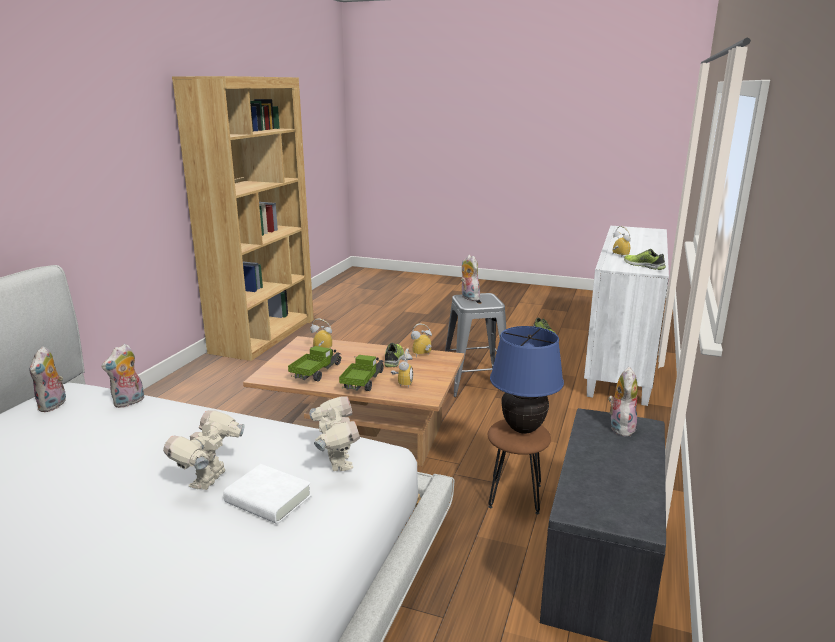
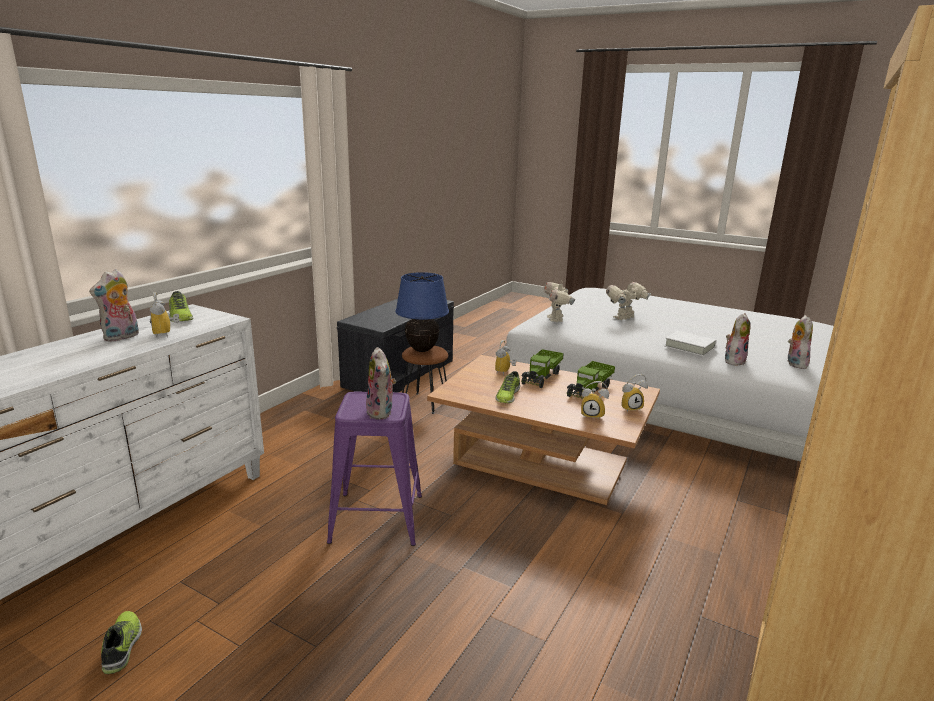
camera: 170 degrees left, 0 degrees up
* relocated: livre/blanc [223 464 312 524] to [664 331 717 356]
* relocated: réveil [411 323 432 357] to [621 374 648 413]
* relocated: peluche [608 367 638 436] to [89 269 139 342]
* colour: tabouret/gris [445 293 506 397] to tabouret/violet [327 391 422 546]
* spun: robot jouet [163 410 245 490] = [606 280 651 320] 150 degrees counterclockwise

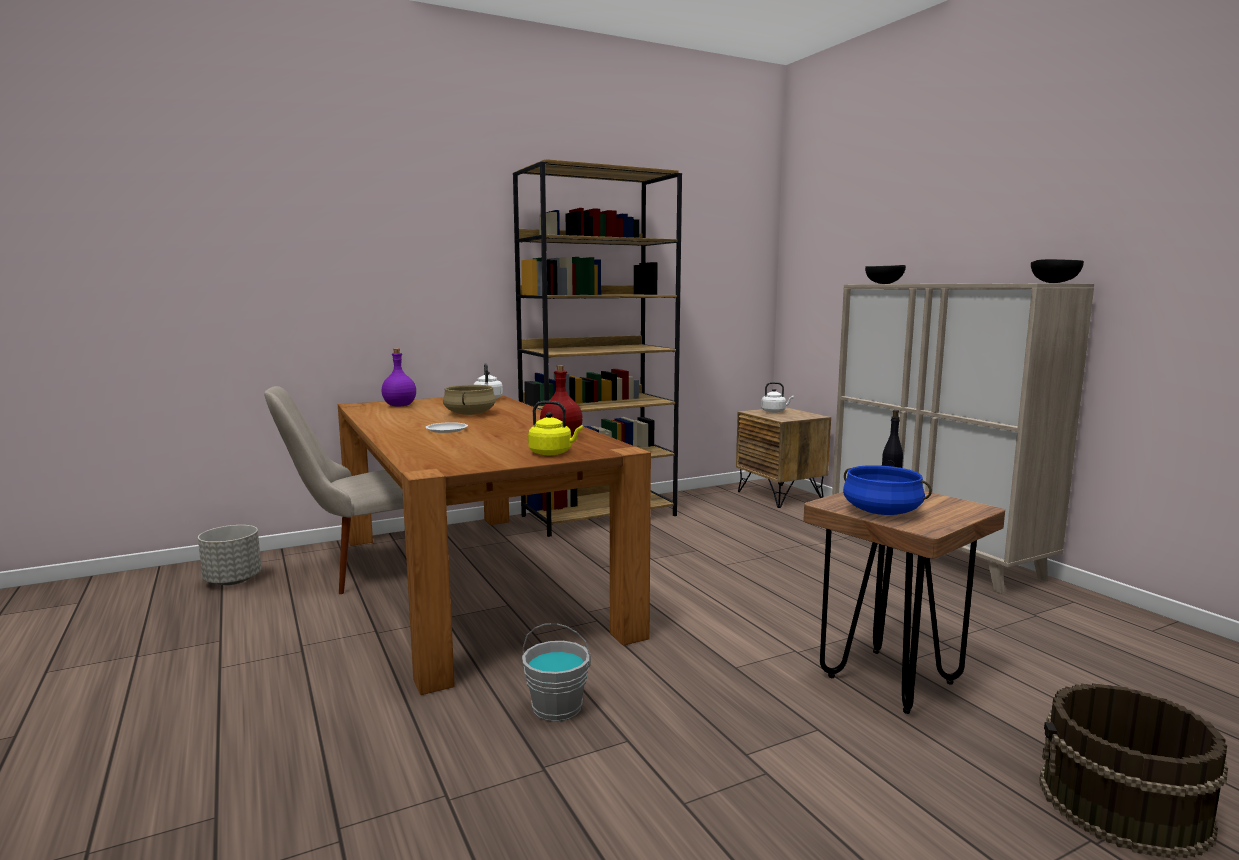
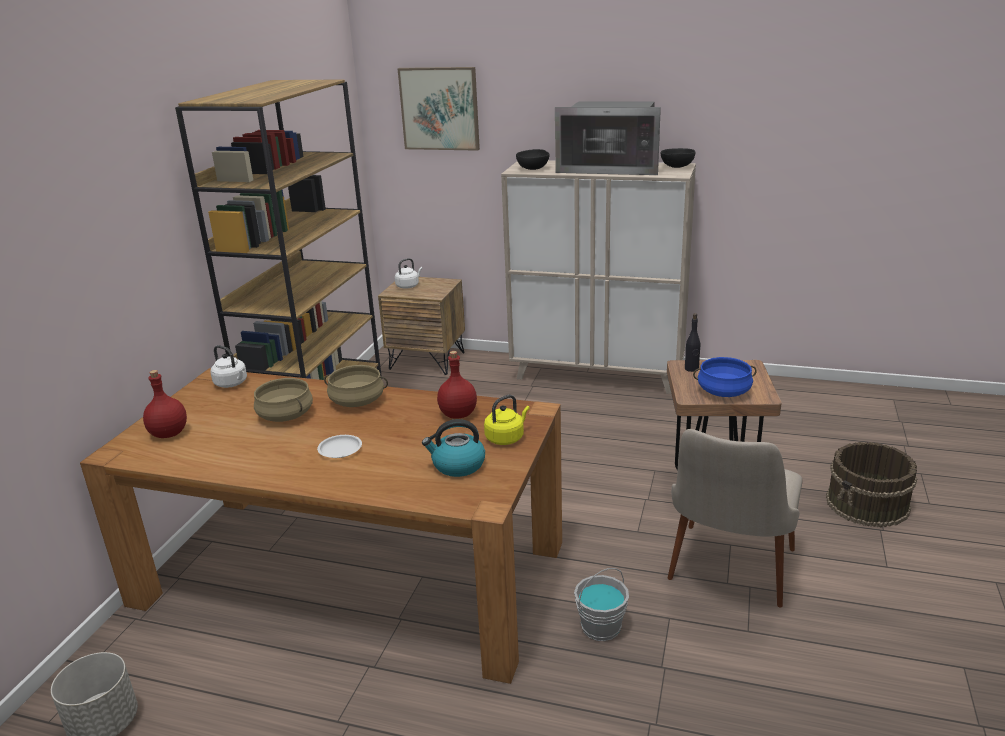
camera: 45 degrees left, 15 degrees up
* appeared: marmite/beige [324 365 388 407]
* appeared: tableau [398 67 480 151]
* appeared: bouilloire [422 419 485 477]
* appeared: micro-ondes [555 102 661 175]
* relocated: chaise/beige [264 386 404 594] to [668 429 802 607]
* colour: bouteille/violet [382 349 416 407] to bouteille/rouge [143 370 187 438]

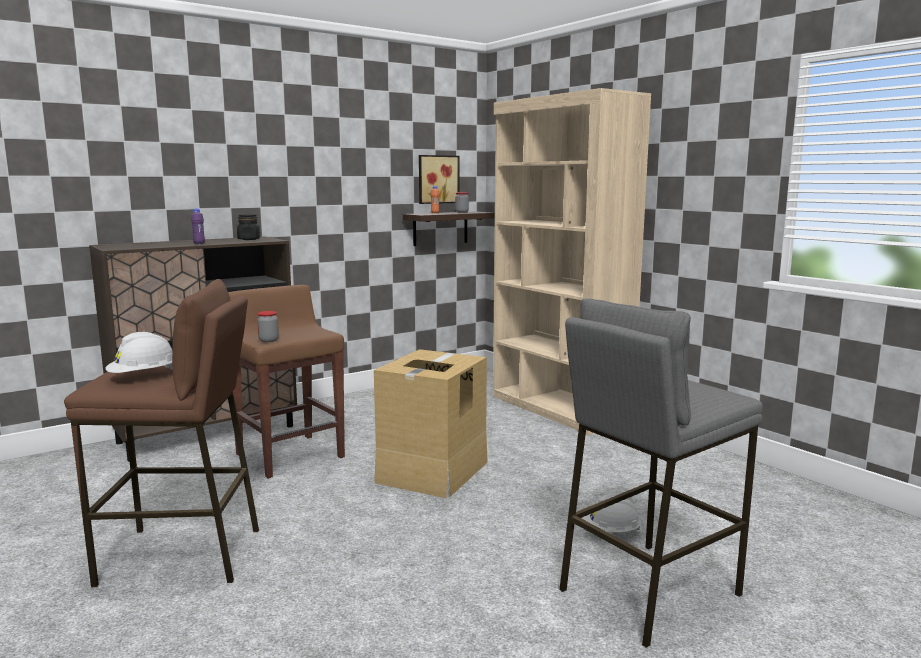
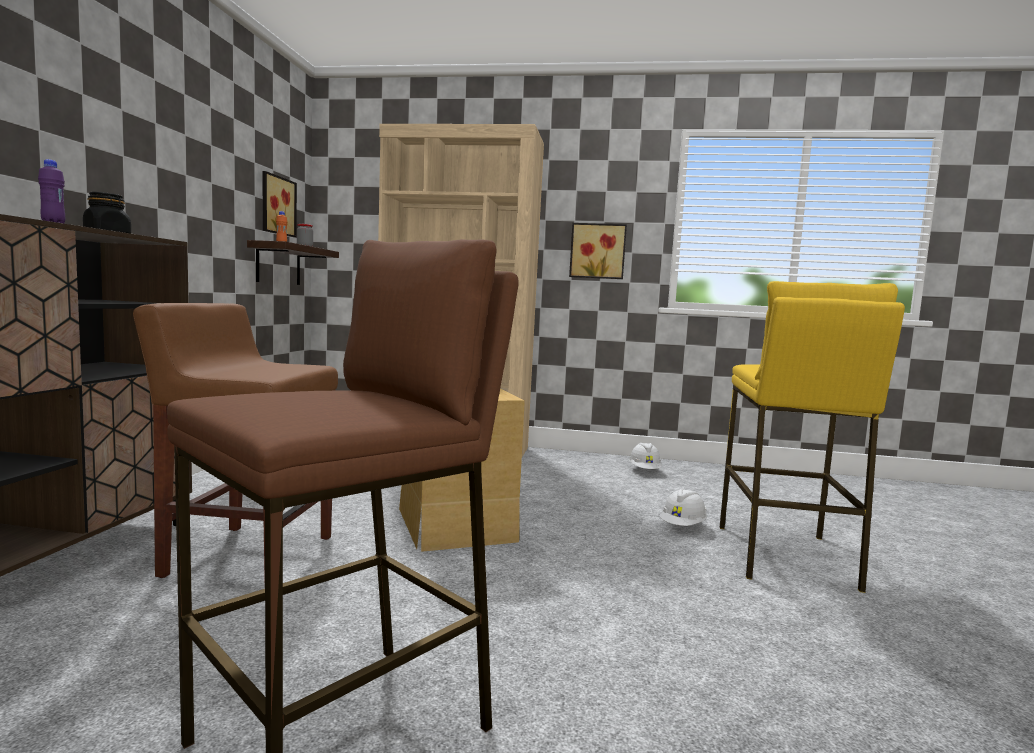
camera: 45 degrees left, 5 degrees down
* missing: bocal [257 311 279 342]
* appeared: tableau [569 223 627 279]
* relocated: casque de chantier/blanc [105 332 173 373] to [629 443 662 469]
* colour: tabouret/gris [559 299 763 648] to tabouret/jaune [720 281 905 593]

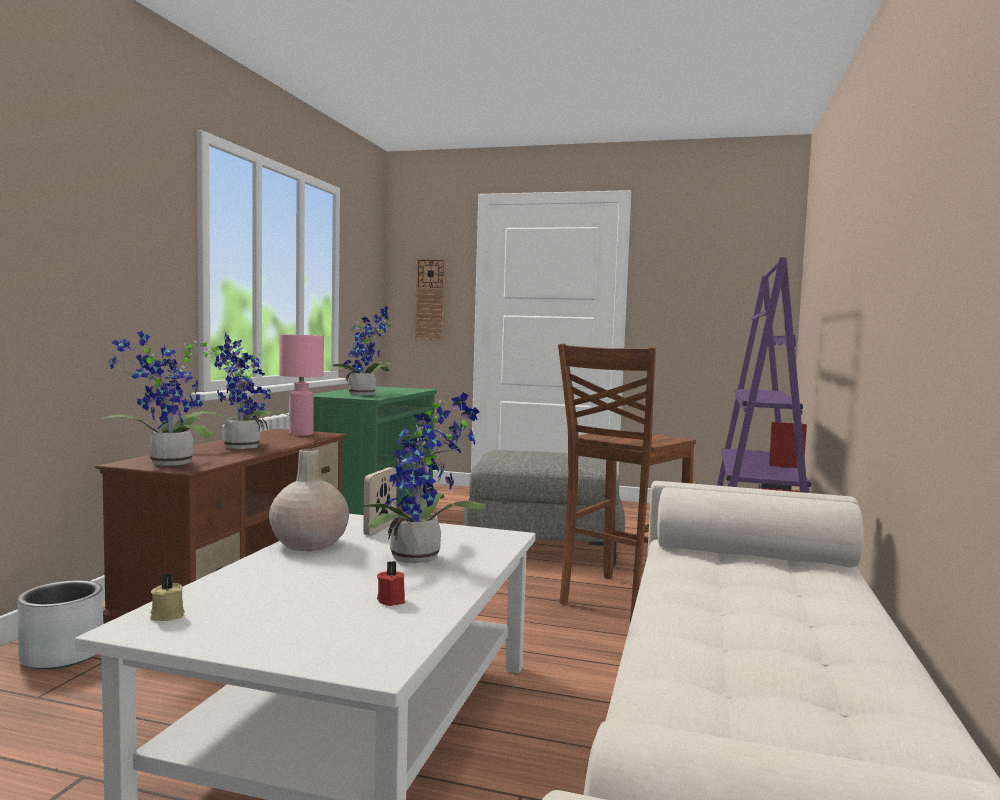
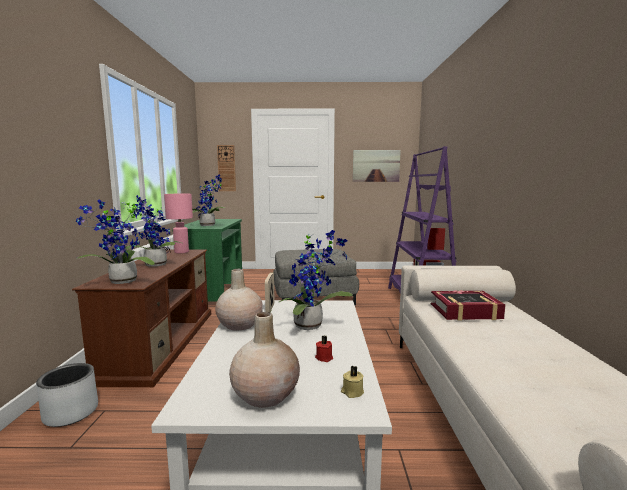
camera: 15 degrees left, 5 degrees up
* missing: tabouret/marron [558 344 696 623]
* appeared: vase/beige [229 312 300 408]
* appeared: tableau [353 150 401 182]
* appeared: livre [431 290 505 321]
* relocated: bougie/beige [150 573 185 621] to [341 366 364 398]

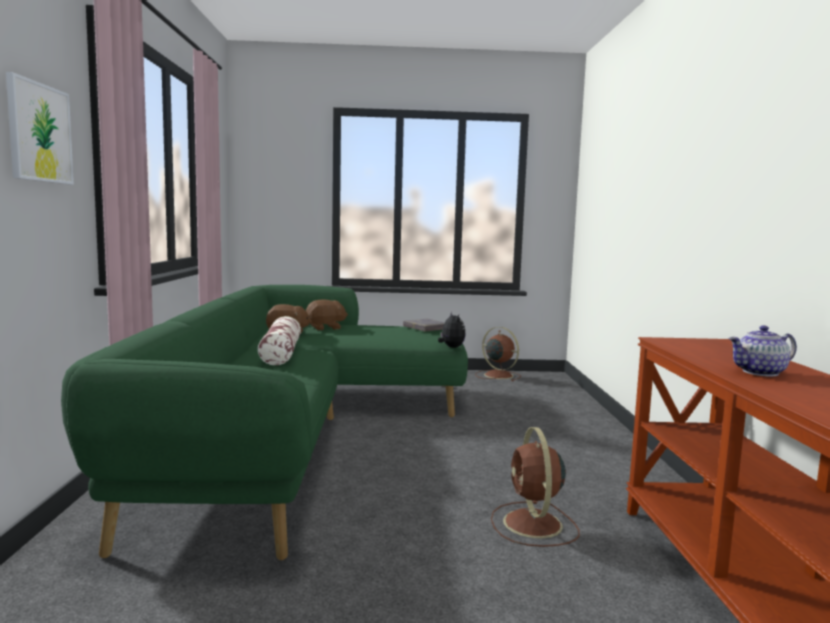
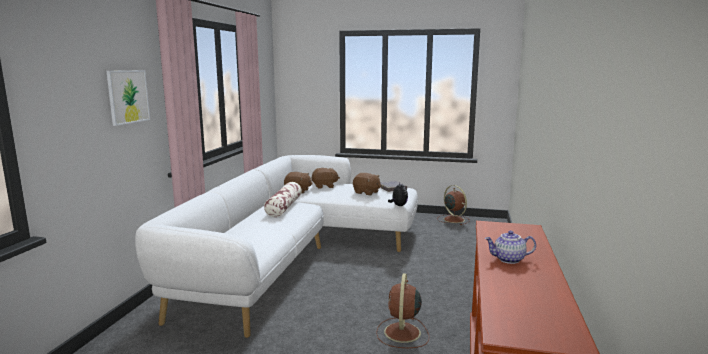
camera: 15 degrees right, 5 degrees up
* appeared: peluche/marron [353 173 381 196]
* colour: canapé/vert [61 285 468 560] to canapé/blanc [135 155 418 338]

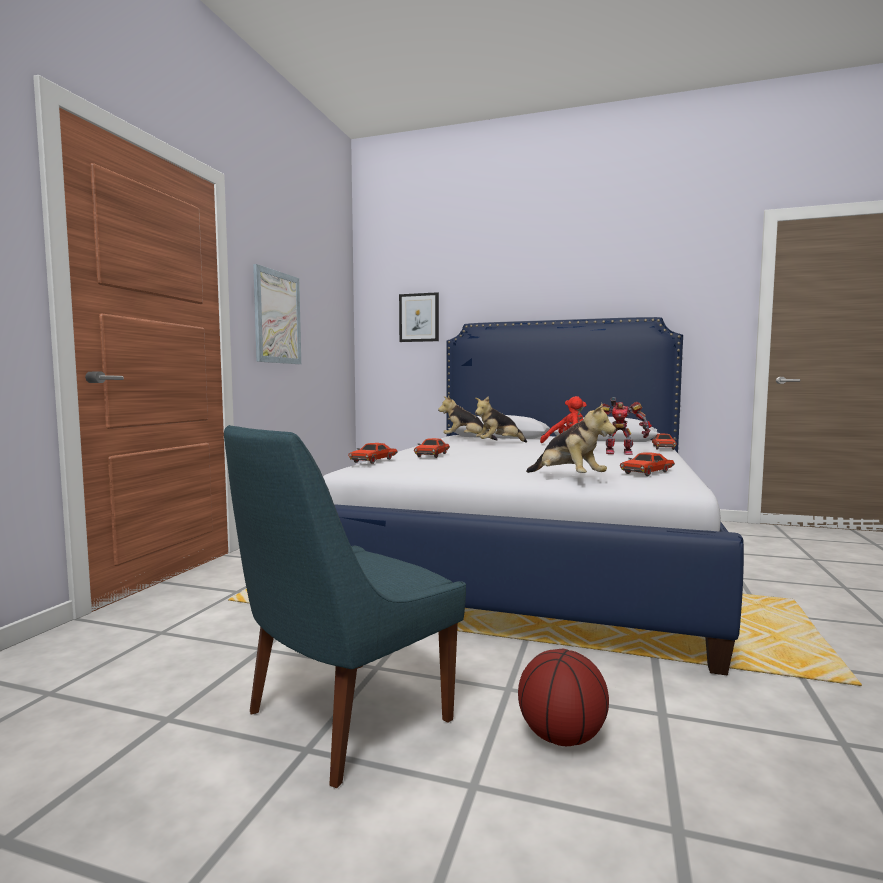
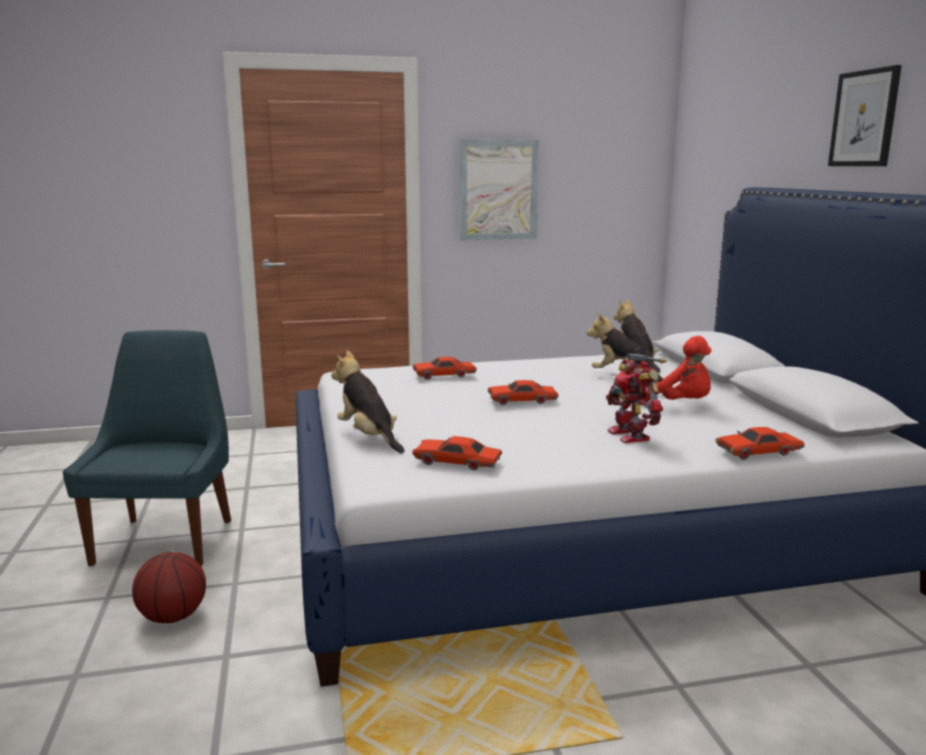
camera: 60 degrees right, 10 degrees up
* relocated: petite voiture/rouge [348 443 397 464] to [488 380 559 405]
* relocated: tableau [399 292 439 342] to [828 65 902 166]
* spun: chaise/bleu [224 425 466 788] = [63 330 231 566] 75 degrees clockwise
* spun: peluche [526 403 616 473] = [331 350 405 453] 120 degrees clockwise

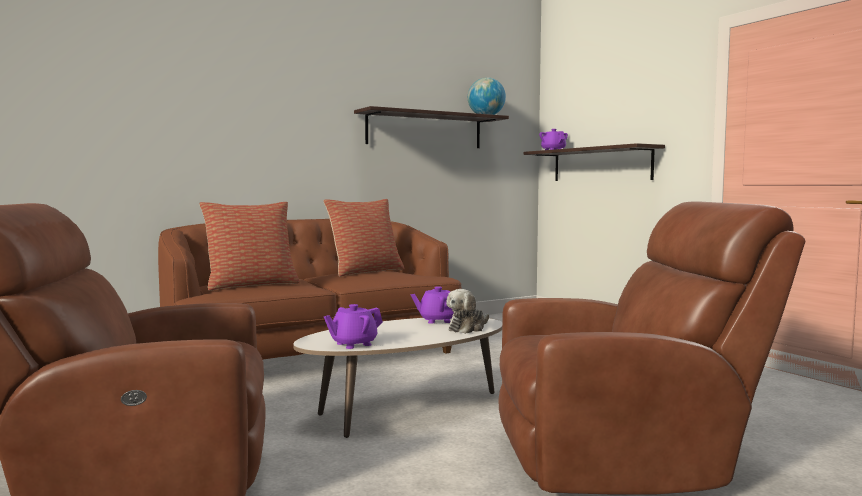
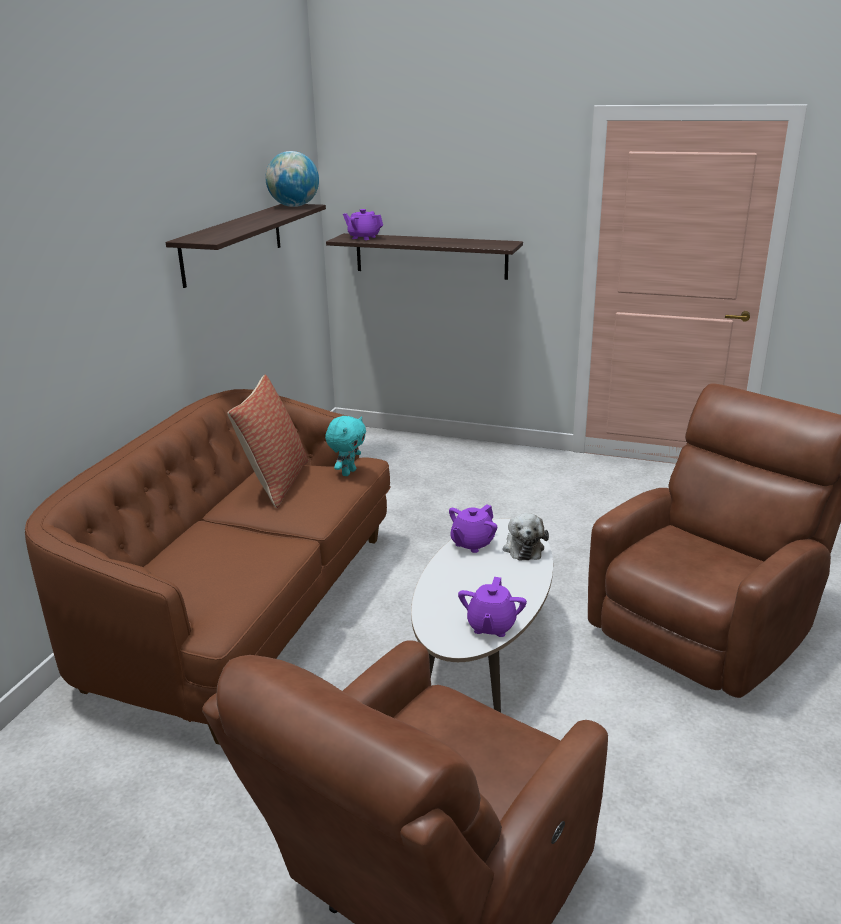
camera: 40 degrees left, 20 degrees up
* missing: coussin [199 202 300 291]
* appeared: peluche/turquoise [325 416 366 476]

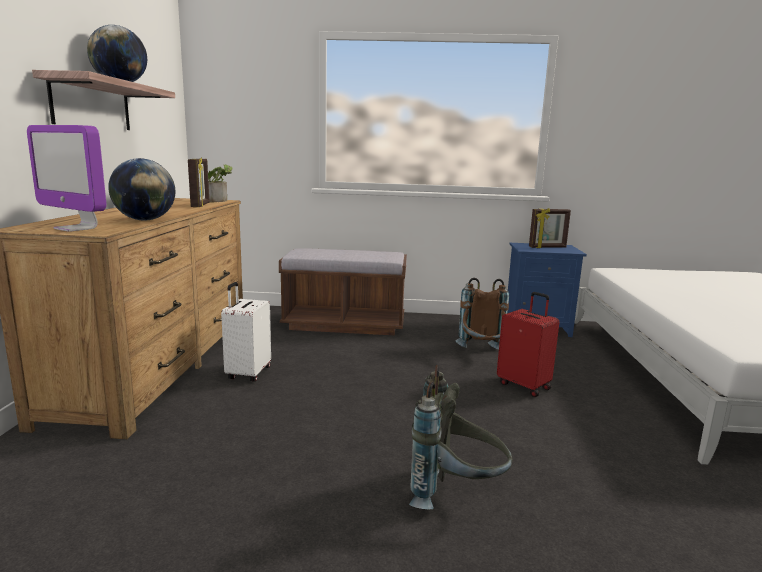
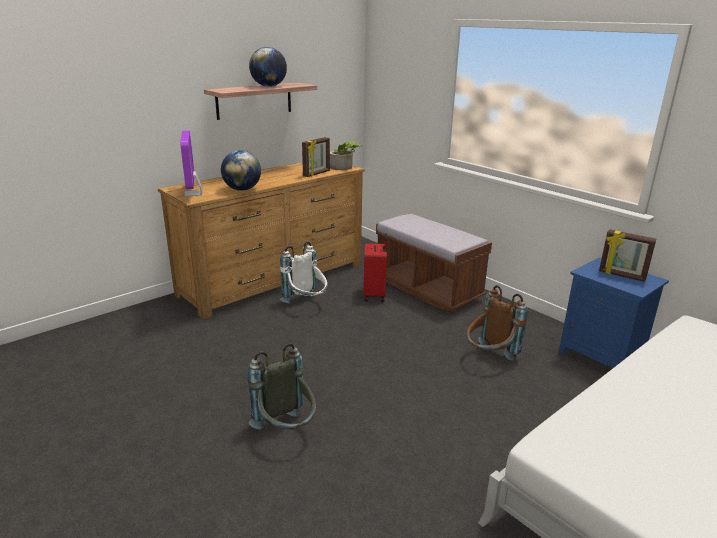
camera: 45 degrees right, 10 degrees up
* relocated: valise/rouge [497 292 559 397] to [363 233 387 302]
* exchanged: valise/blanc [221 282 271 382] to sac à dos/blanc [280 241 328 304]

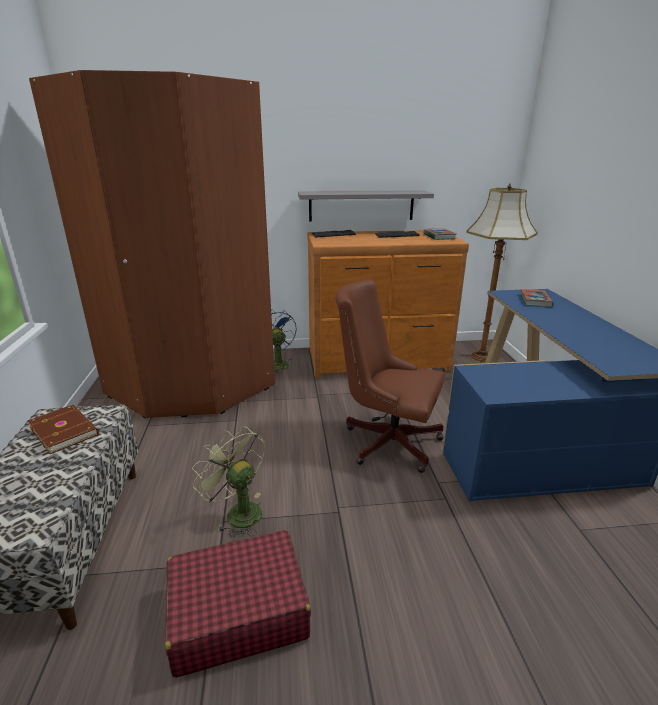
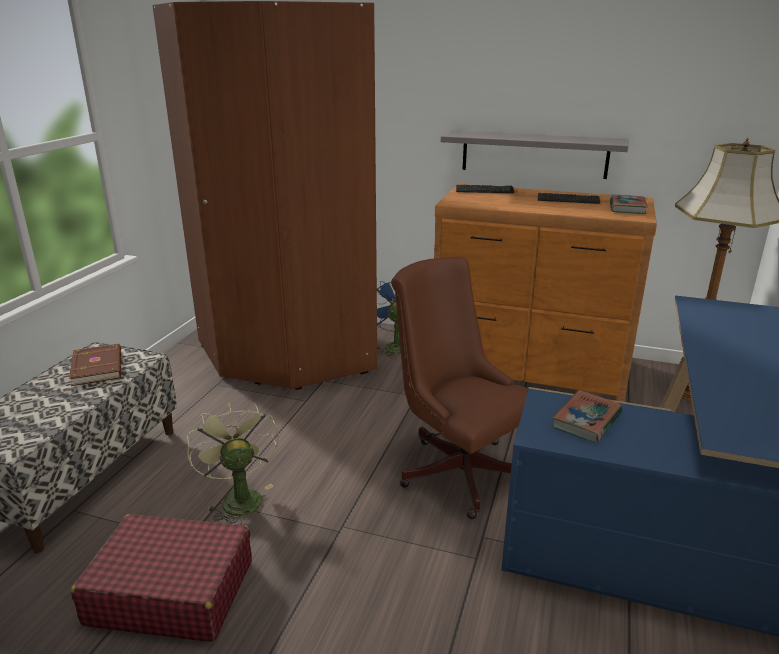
camera: 25 degrees right, 0 degrees up
* relocated: livre [520 289 554 307] to [552 390 623 443]

